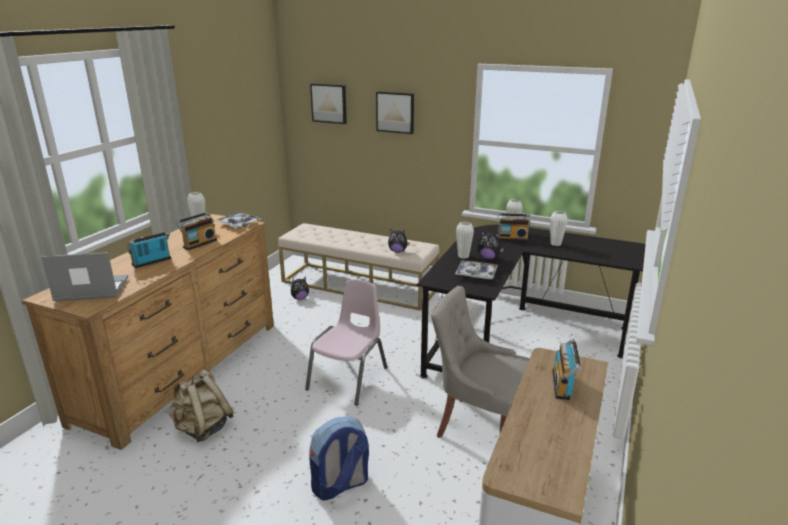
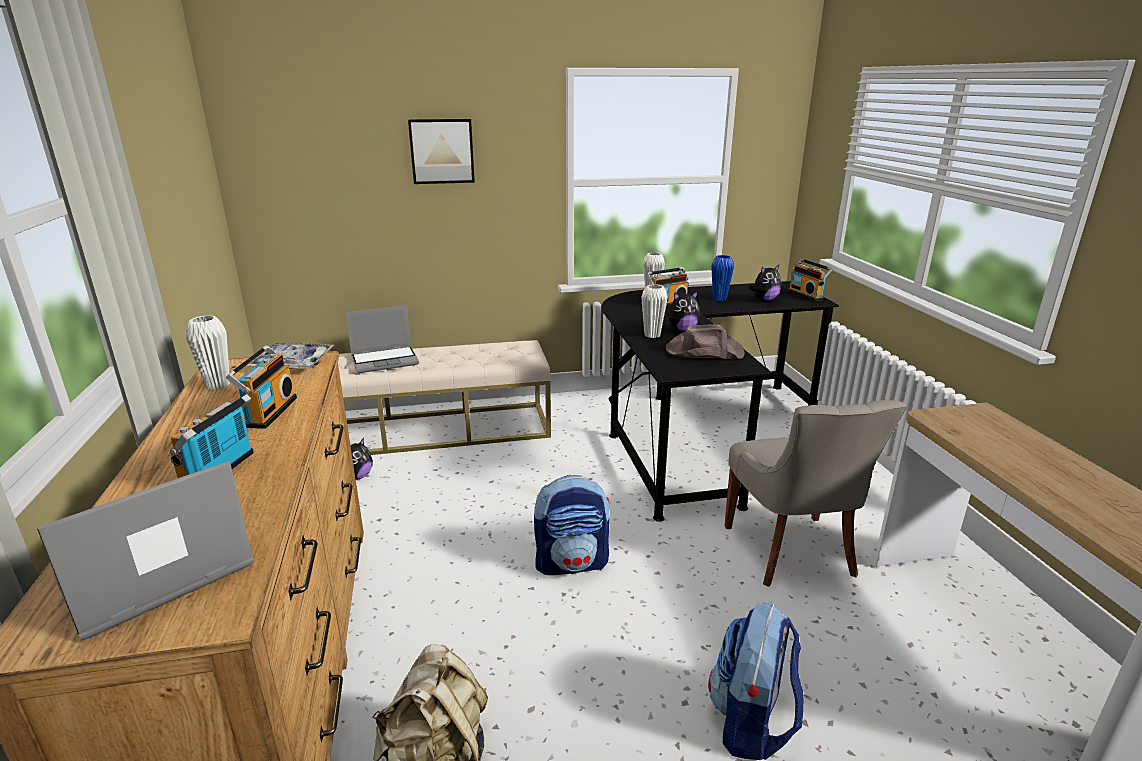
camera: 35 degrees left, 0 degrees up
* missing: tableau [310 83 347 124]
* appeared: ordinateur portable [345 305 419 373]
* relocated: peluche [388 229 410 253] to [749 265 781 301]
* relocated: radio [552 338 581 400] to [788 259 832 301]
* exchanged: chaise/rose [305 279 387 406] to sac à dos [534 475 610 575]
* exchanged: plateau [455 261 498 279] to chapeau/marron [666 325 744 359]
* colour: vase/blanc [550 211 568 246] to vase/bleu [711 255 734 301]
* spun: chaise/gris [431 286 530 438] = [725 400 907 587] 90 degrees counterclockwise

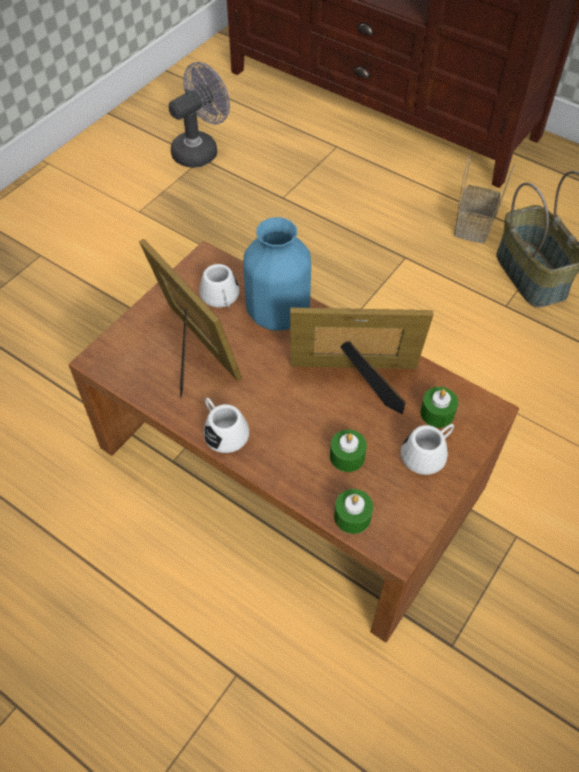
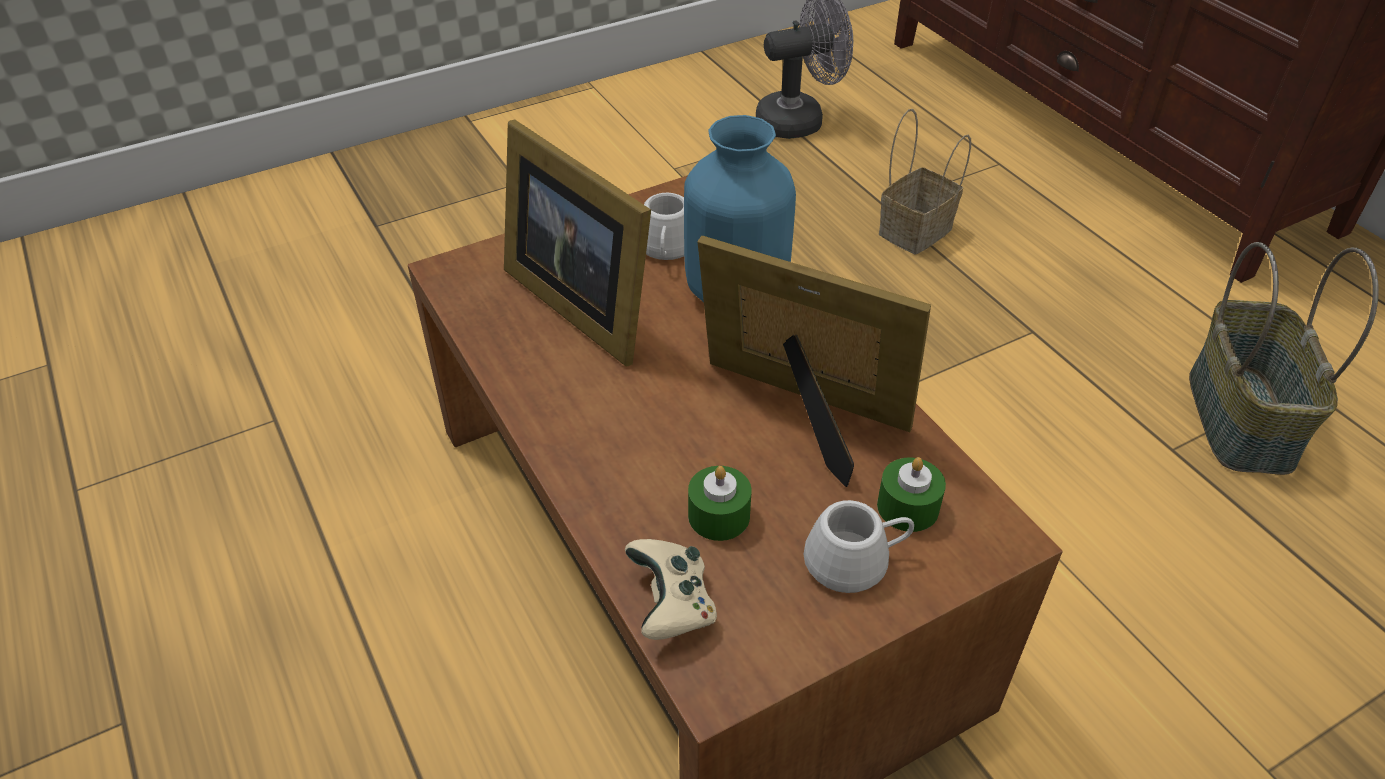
camera: 25 degrees right, 10 degrees down
* missing: mug/blanc [204 397 249 453]
* relocated: panier [454 155 514 244] to [879 109 971 254]
* exchanged: bougie/vert [334 489 373 534] to manette/beige [625 539 717 640]
* spun: cadre photo [139 239 242 397] = [504 119 651 367] 150 degrees clockwise

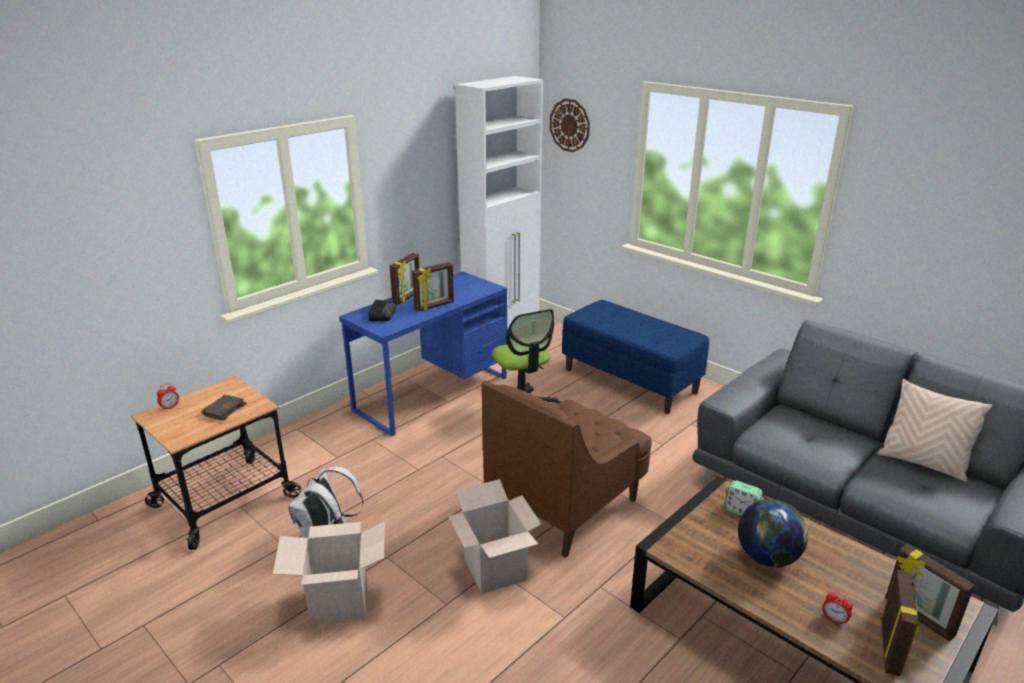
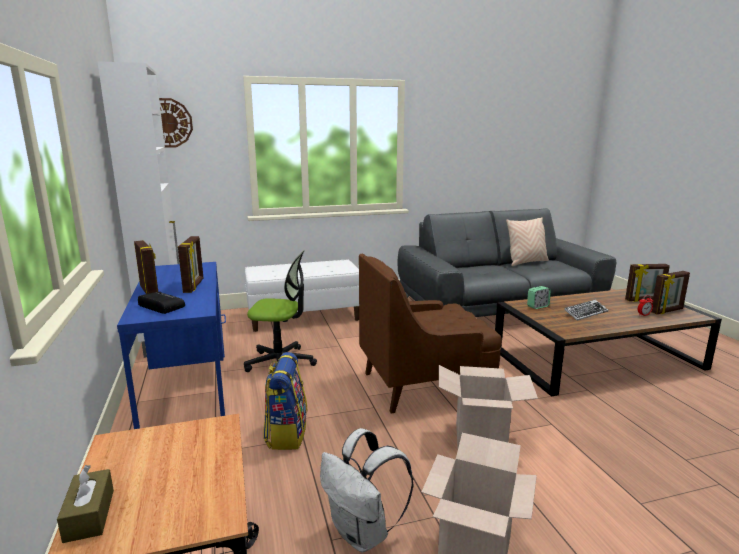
camera: 60 degrees left, 10 degrees down
* missing: livre/noir [201 395 247 421]
* appeared: sac à dos [263 352 307 450]
* exchanged: réveil [156 383 179 411] to boîte à mouchoirs/marron [57 465 114 543]
* exchanged: globe [738 499 808 567] to clavier [564 300 608 321]
* colour: banc/bleu [562 300 709 414] to banc/blanc [245 260 359 332]
* spun: fauteuil/marron [482 380 652 558] = [359 254 502 414] 90 degrees clockwise
* spun: cadre photo [881 569 919 676] = [651 271 690 314] 105 degrees clockwise

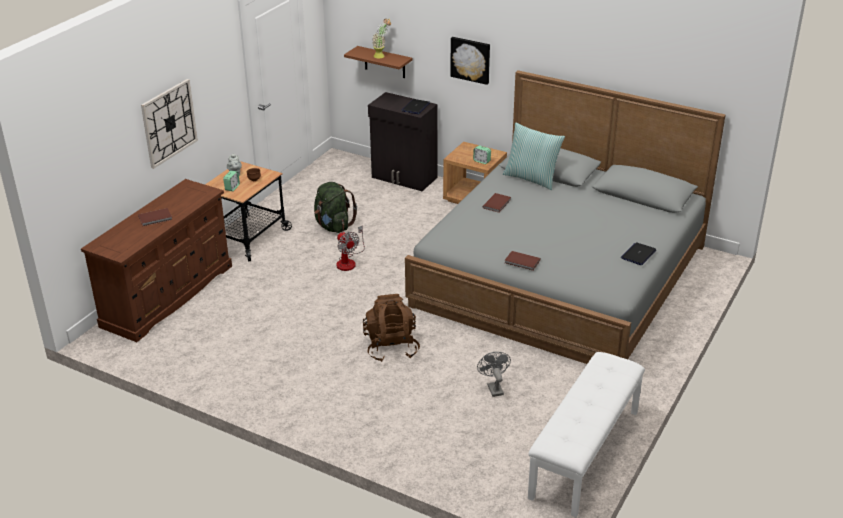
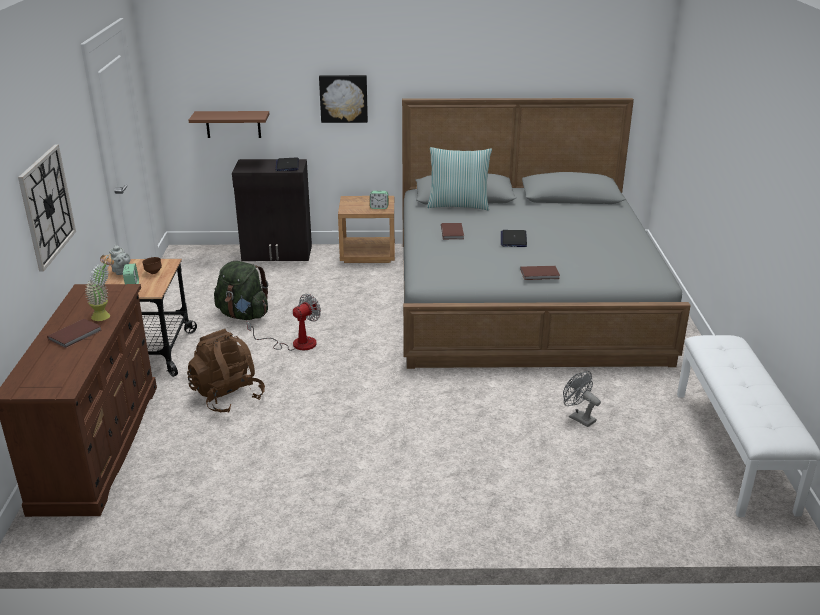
camera: 30 degrees left, 5 degrees down
* relocated: sac à dos/marron [363 294 420 362] to [187 329 265 413]
* relocated: plante en pot [372 19 391 58] to [85 254 114 321]
* relocated: ordinateur portable [621 242 656 265] to [501 230 527 247]
* spun: ventilateur [336 226 365 271] = [247 294 321 351] 75 degrees counterclockwise

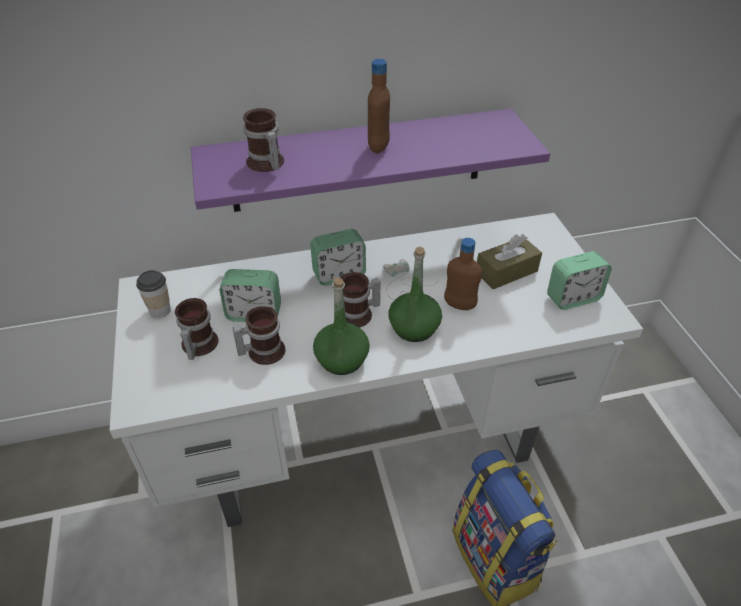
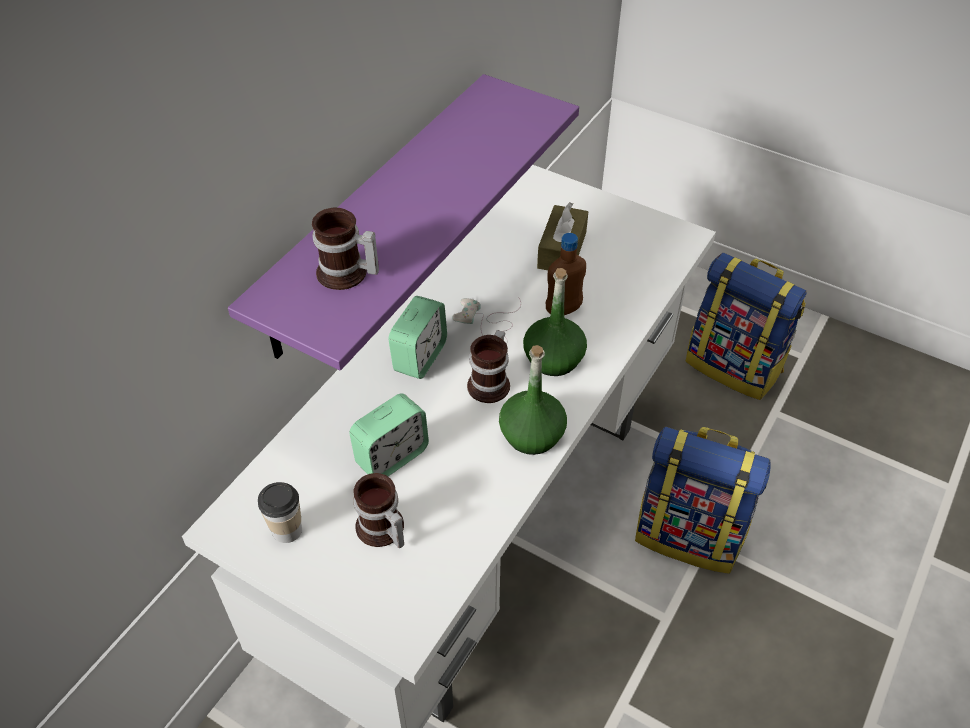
camera: 45 degrees left, 5 degrees up
* missing: mug [233 306 285 365]
* missing: bouteille/marron [368 59 390 153]
* missing: réveil [547 251 612 310]
* appeared: sac à dos [686 253 807 400]

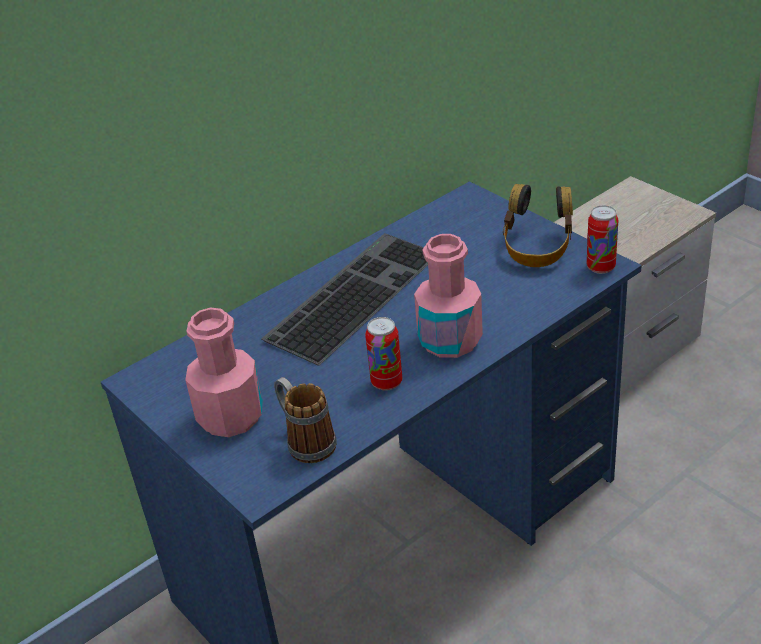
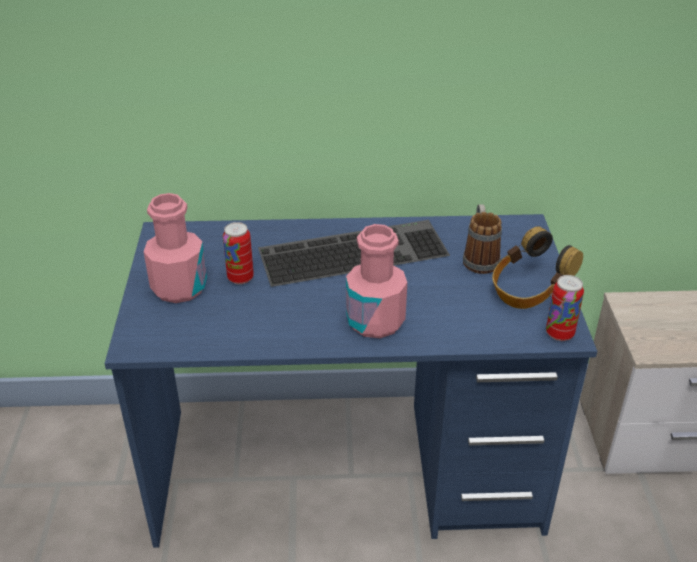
camera: 35 degrees right, 0 degrees up
* relocated: mug [274 377 336 463] to [463 204 502 274]
* relocated: boîte métallique [365 317 402 391] to [223 222 254 285]

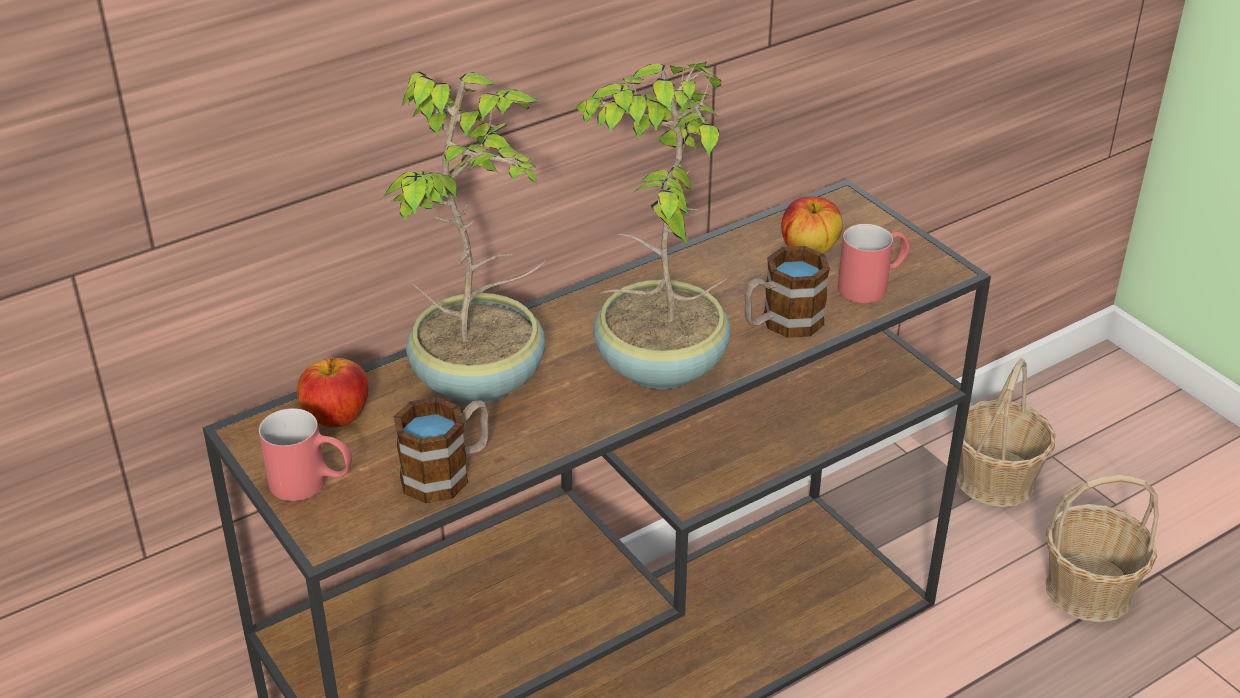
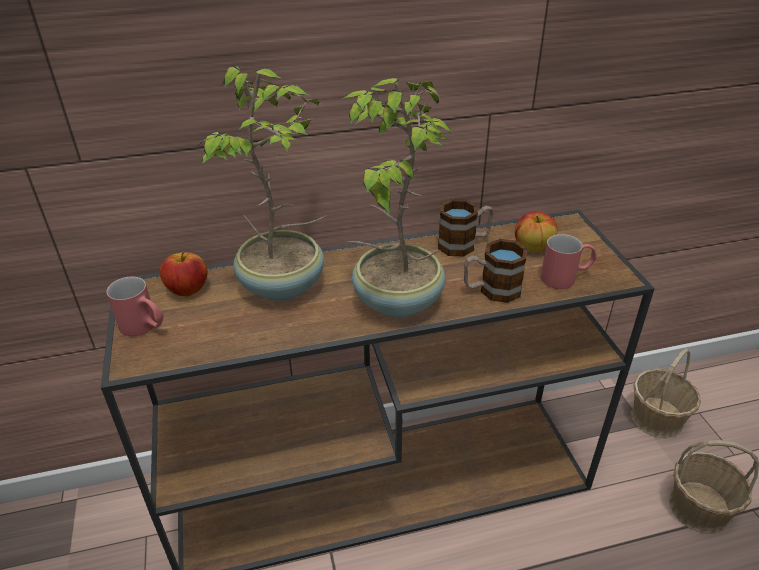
camera: 20 degrees right, 0 degrees up
* relocated: mug [393 397 489 503] to [438 199 493 257]

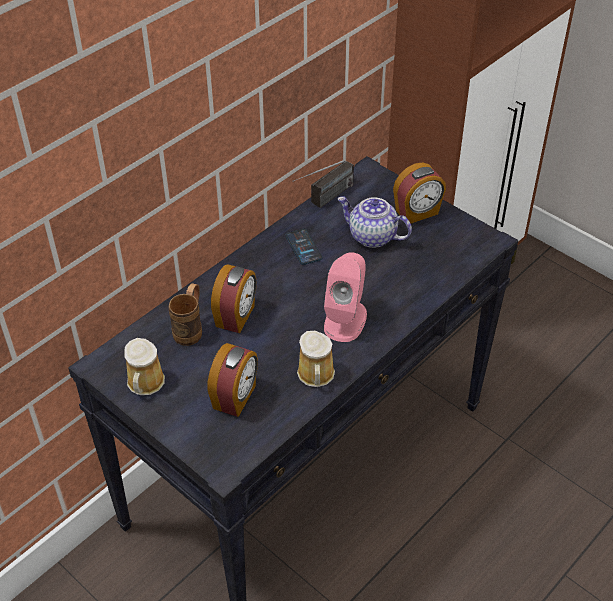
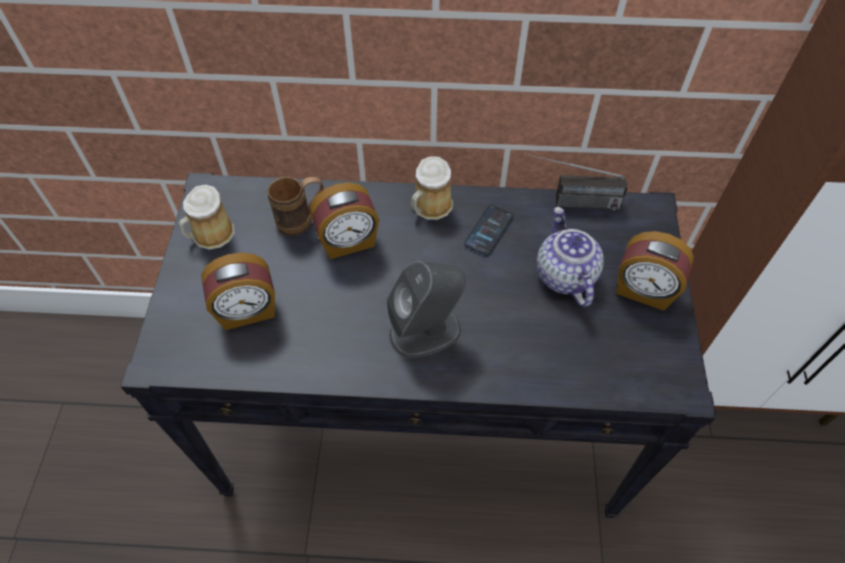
camera: 50 degrees right, 10 degrees up
* relocated: mug [297 331 335 387] to [411 156 453 220]
* colour: enceinte/rose [324 252 367 342] to enceinte/gris [387 261 466 358]

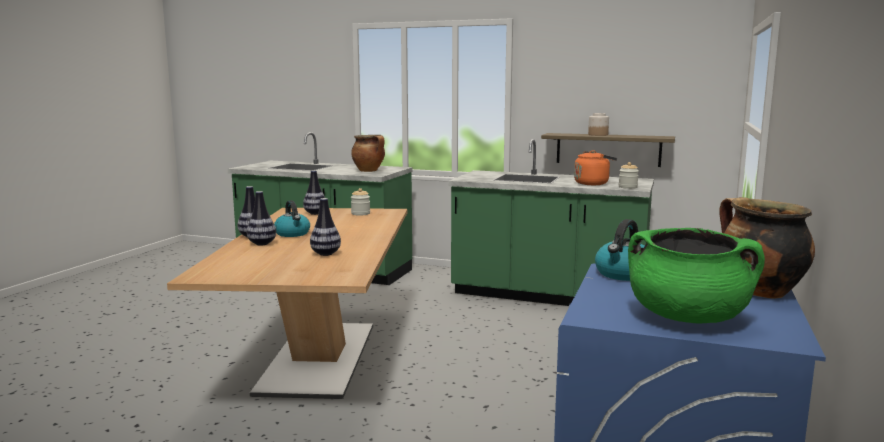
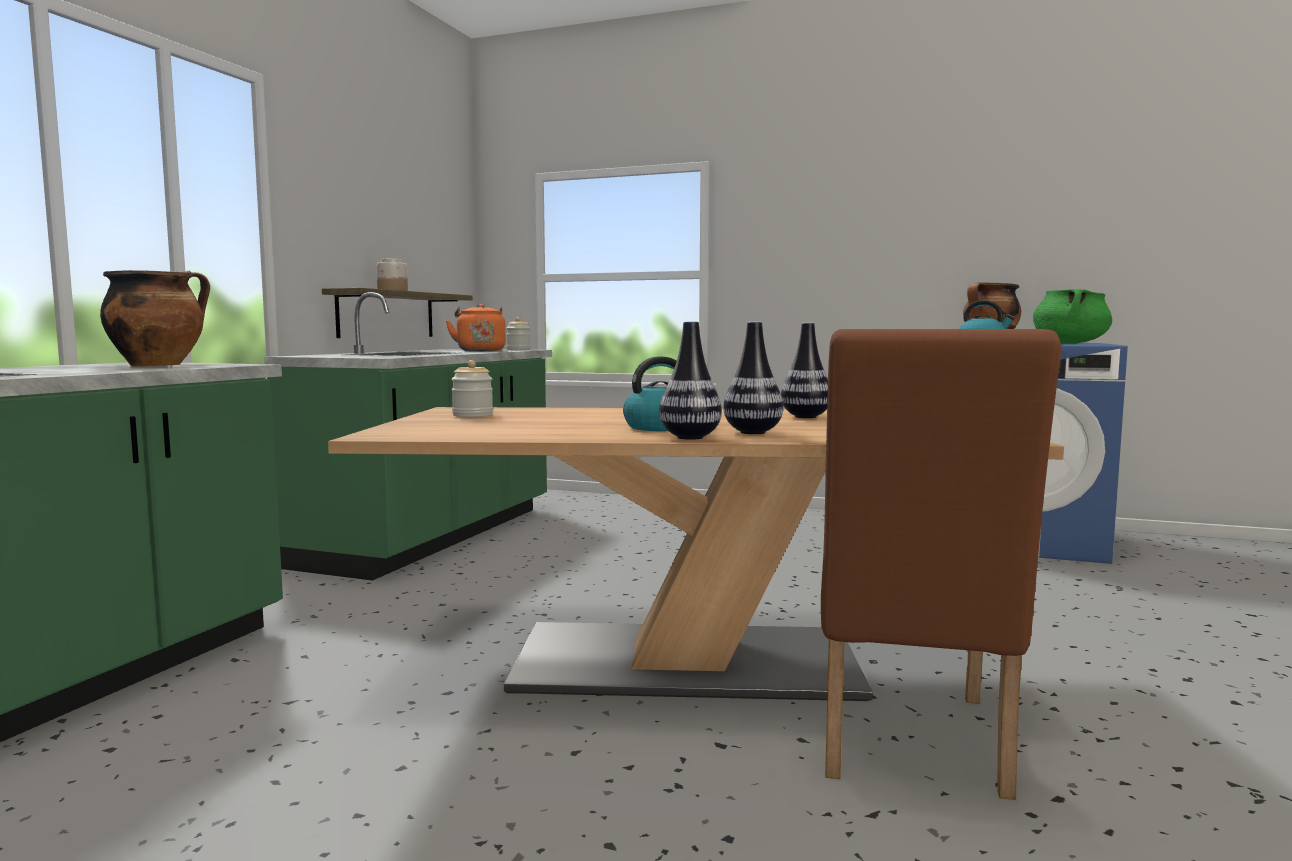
camera: 90 degrees left, 5 degrees down
* missing: vase [303 170 325 215]
* appeared: chaise/marron [821 329 1061 800]

